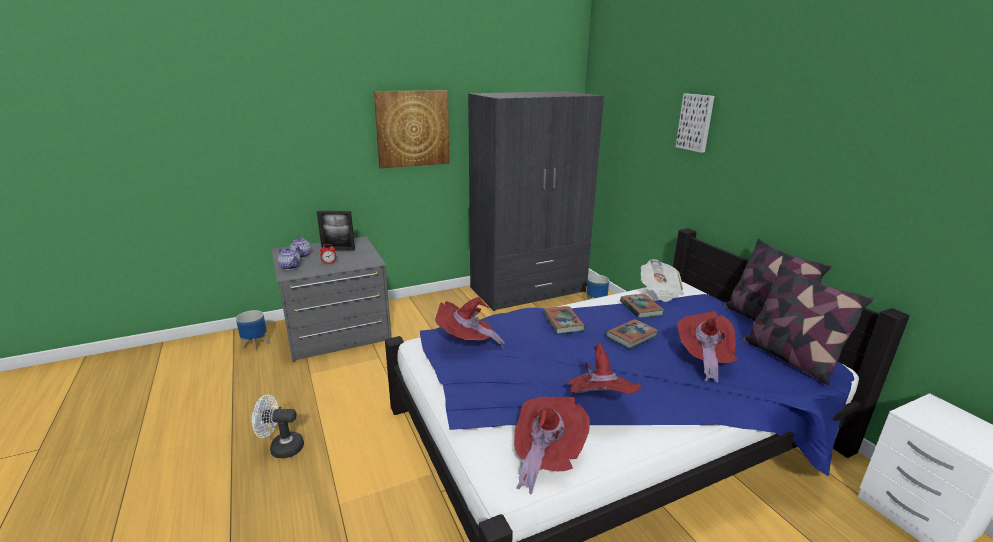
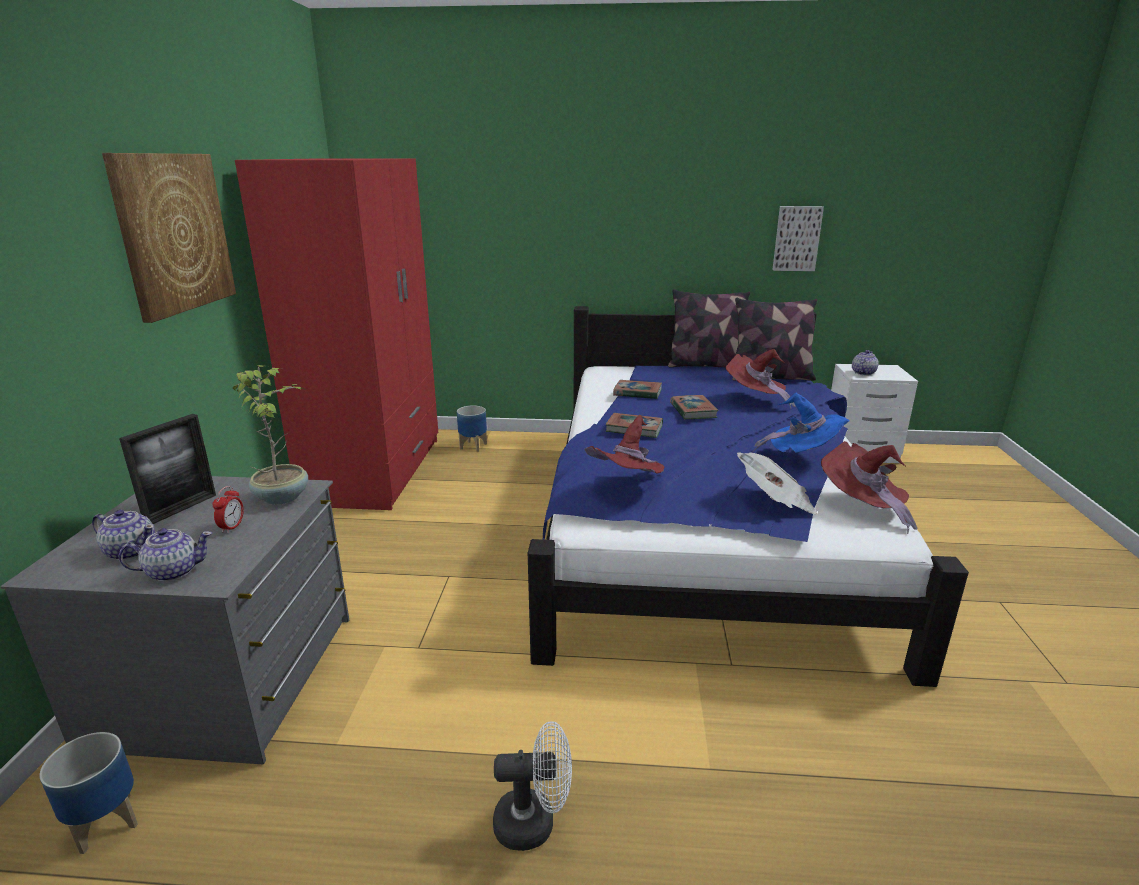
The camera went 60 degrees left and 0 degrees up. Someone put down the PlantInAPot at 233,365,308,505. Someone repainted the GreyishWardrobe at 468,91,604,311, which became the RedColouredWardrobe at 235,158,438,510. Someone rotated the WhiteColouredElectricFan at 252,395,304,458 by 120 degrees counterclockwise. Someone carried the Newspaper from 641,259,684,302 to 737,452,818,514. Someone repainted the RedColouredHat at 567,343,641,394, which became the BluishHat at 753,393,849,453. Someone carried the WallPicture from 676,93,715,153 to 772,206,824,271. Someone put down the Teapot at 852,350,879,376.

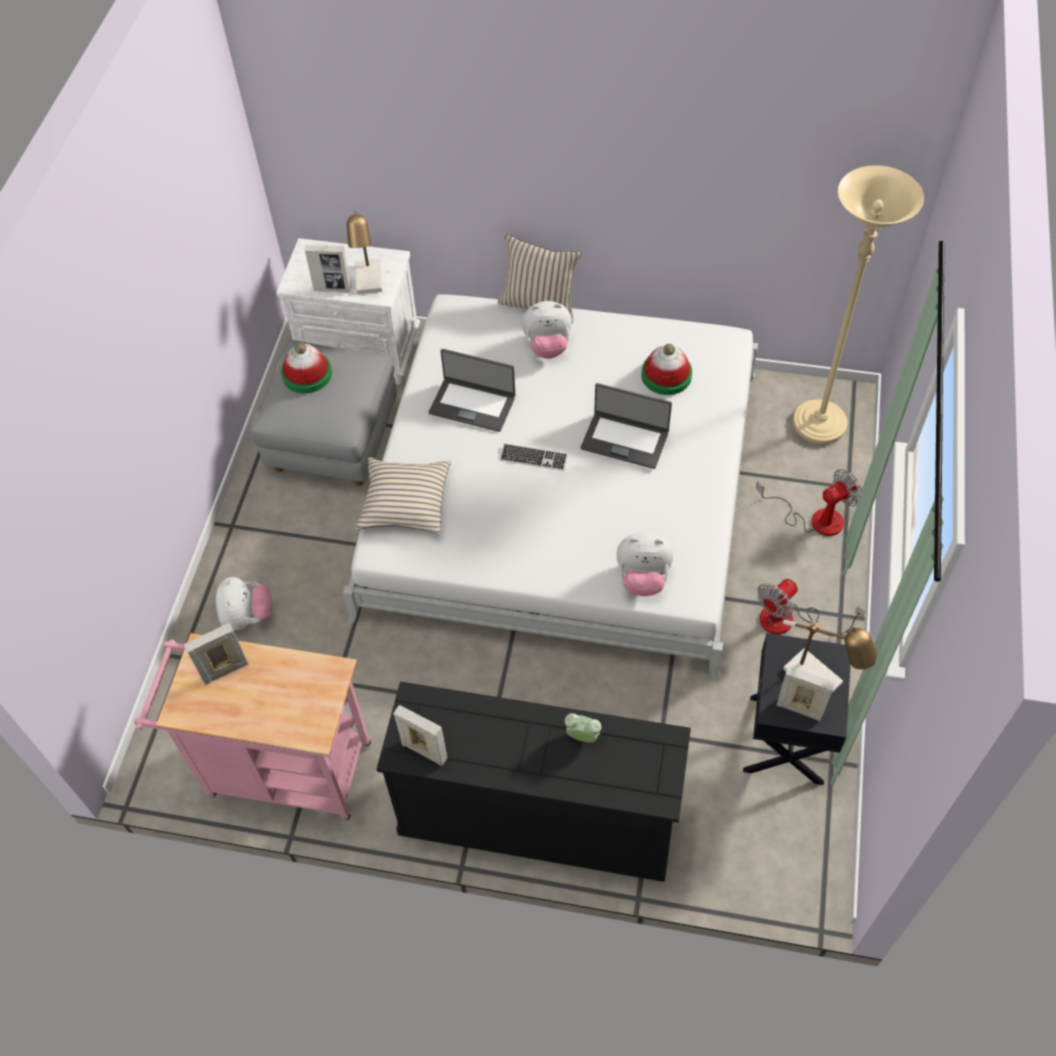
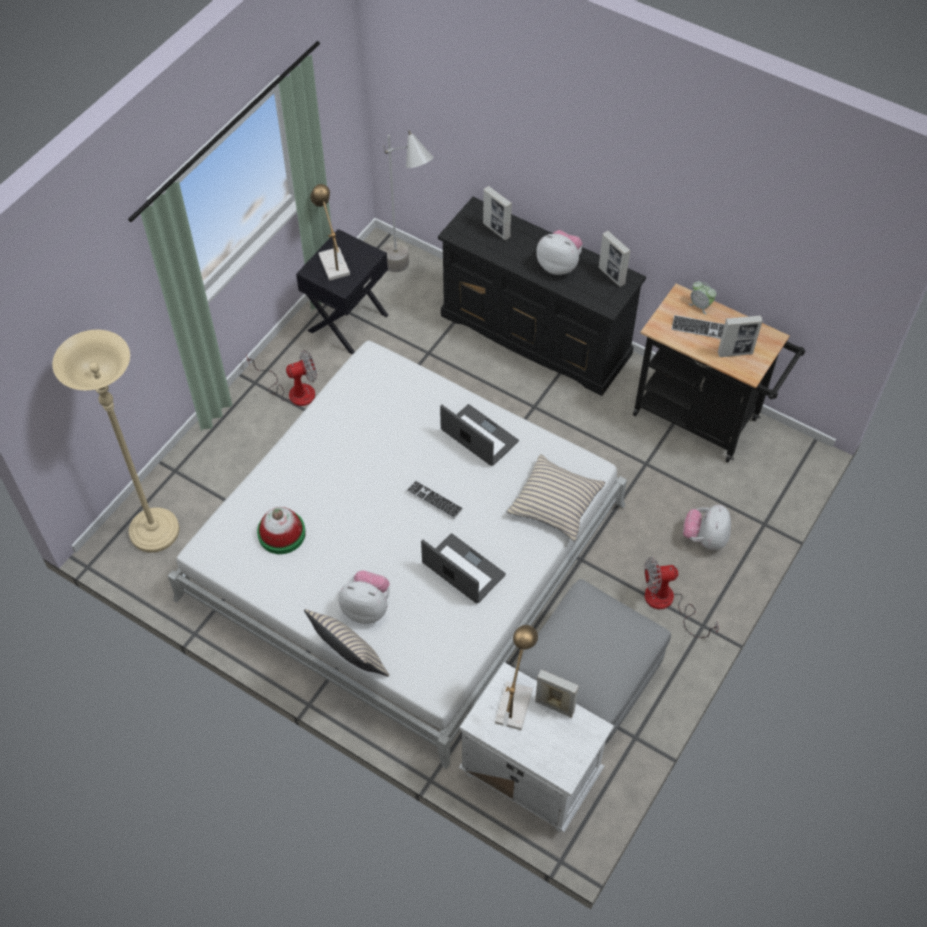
The camera went 160 degrees left and 0 degrees up. Someone put down the GreyishStandingLamp at 383,130,433,272. Someone carried the NotebookComputer from 581,383,672,469 to 440,404,519,466. Someone carried the PhotoFrame from 777,666,835,721 to 483,186,512,240. Someone carried the CuddlyToy from 616,532,673,596 to 536,230,583,275. Someone repainted the PinkWheeledCart at 134,633,371,821, which became the BlackColouredWheeledCart at 633,283,805,462. Someone carried the ElectricFan from 756,469,862,536 to 644,557,719,638. Someone put down the PcKeyboard at 671,315,725,339. Someone carried the AlarmClock from 565,713,601,743 to 689,281,716,315. Someone took away the Hat at 281,343,332,393.

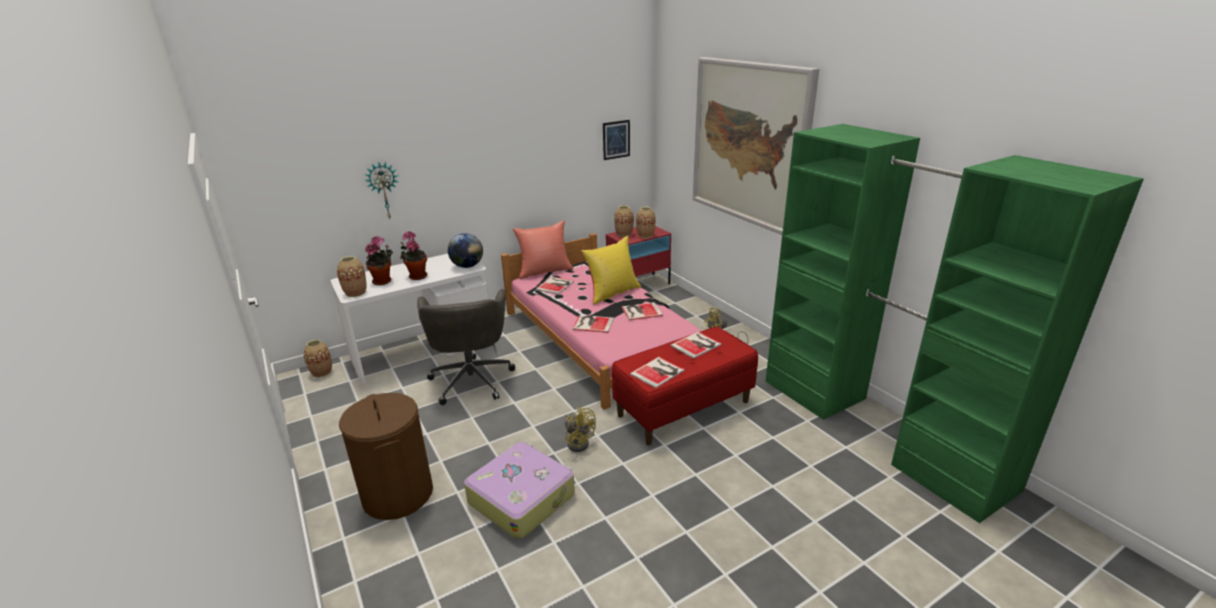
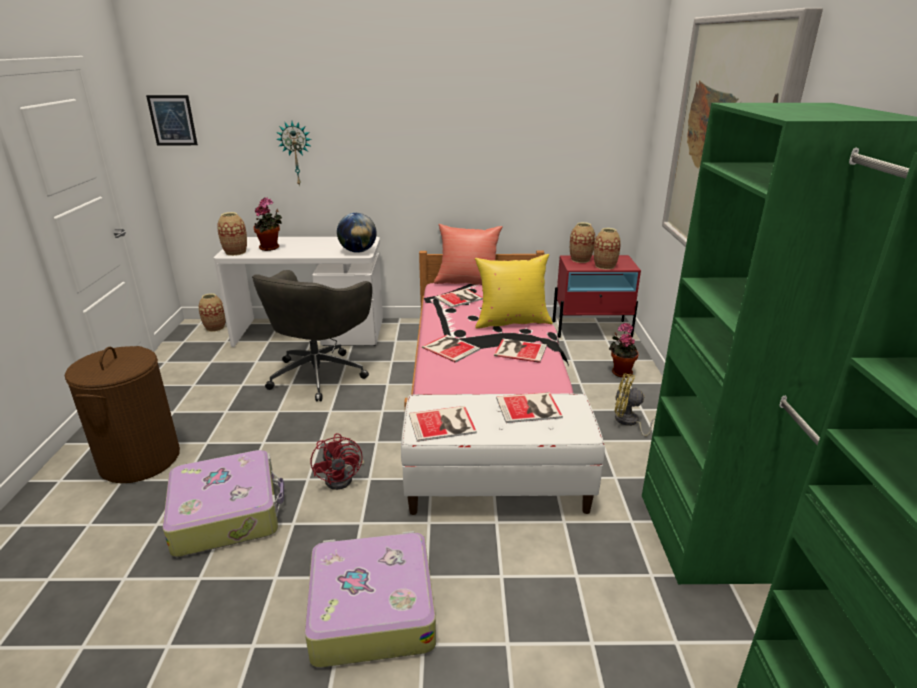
The camera went 30 degrees right and 0 degrees up. Someone carried the WallPicture from 603,120,630,160 to 146,95,198,145. Someone put down the TravelCase at 305,531,436,668. Someone repainted the YellowishElectricFan at 565,407,596,452, which became the RedColouredElectricFan at 310,433,364,490. Someone repainted the RedColouredLongSeat at 612,327,758,445, which became the WhiteColouredLongSeat at 401,393,605,515. Someone carried the PlantInAPot from 400,231,427,280 to 609,323,638,378.

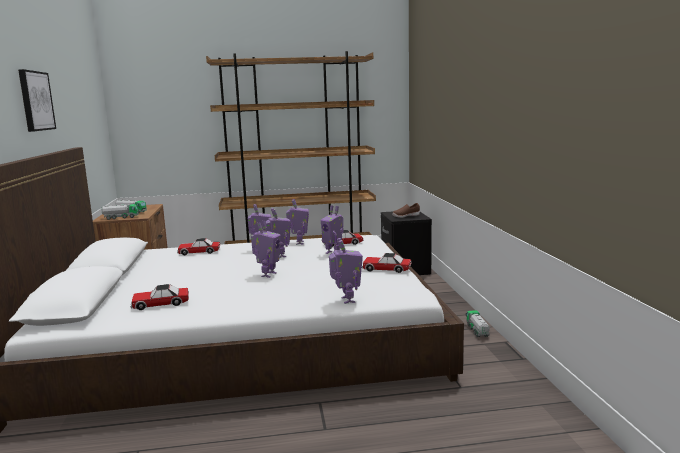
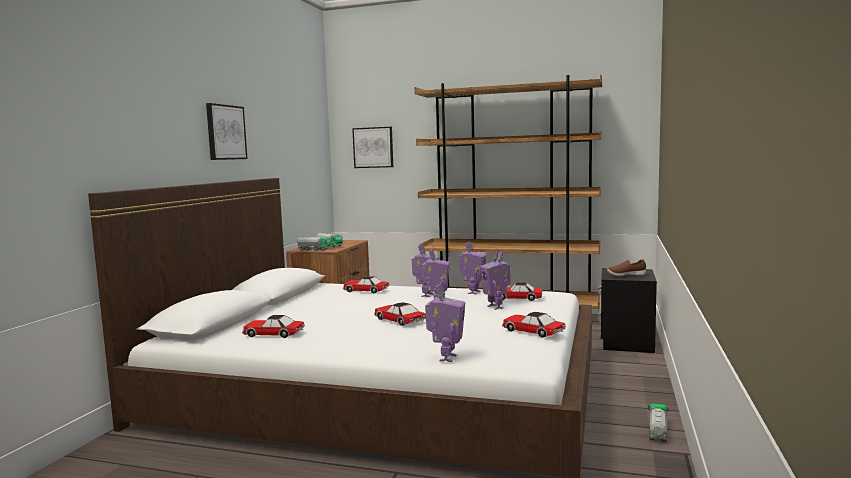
The camera went 25 degrees right and 5 degrees down. Someone put up the WallPicture at 352,127,393,168. Someone swapped the ToyRobot at 251,221,281,278 for the ToyCar at 374,302,426,326.

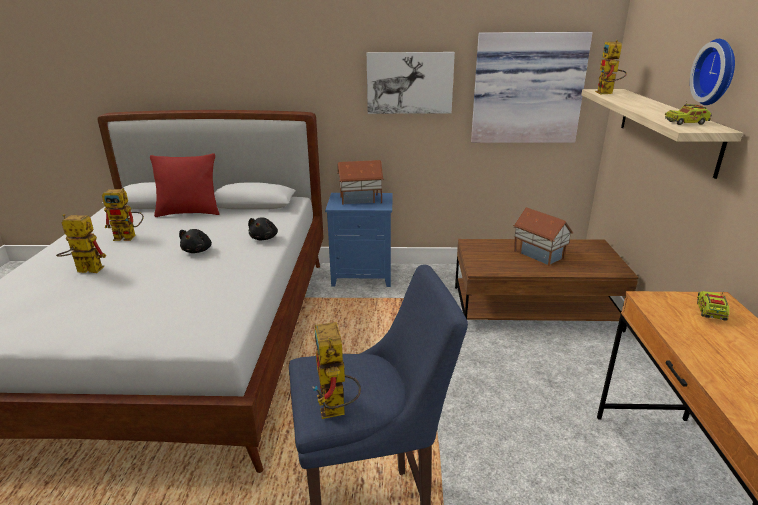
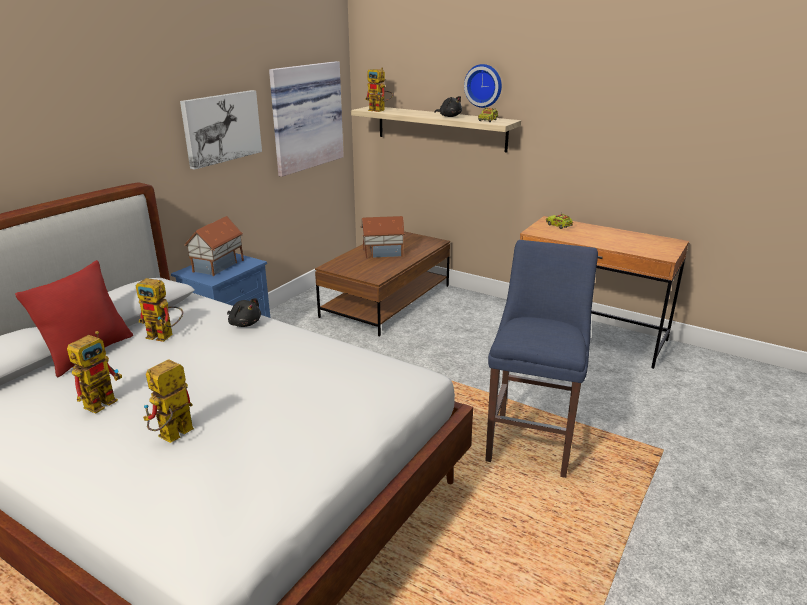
The camera went 60 degrees left and 0 degrees up. Someone carried the ToyRobot from 312,322,361,419 to 136,278,183,342. Someone carried the BlackColouredCuddlyToy from 179,229,212,253 to 434,96,462,117.

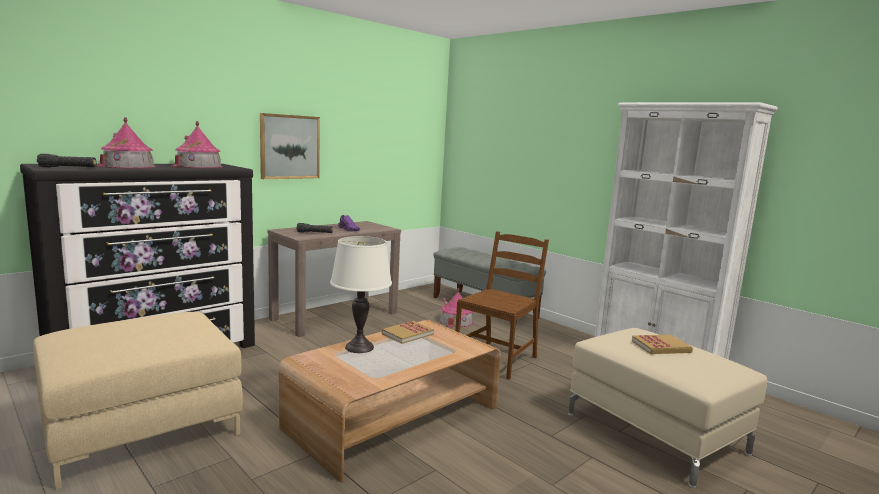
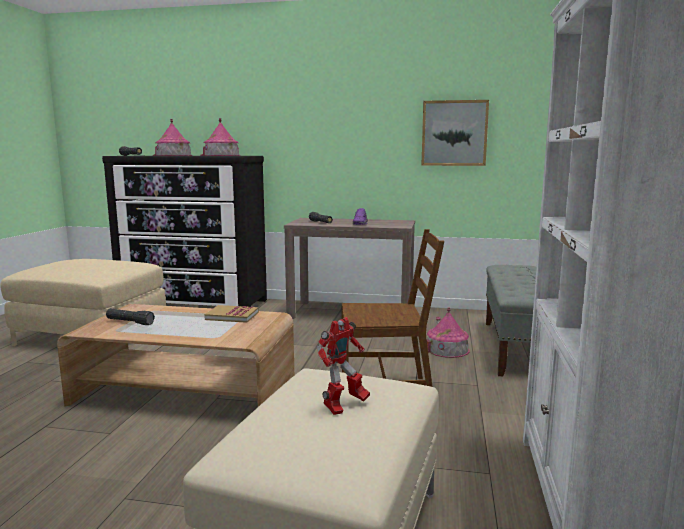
The camera went 55 degrees right and 0 degrees up. Someone put down the BlackColouredFlashlight at 106,308,155,325. Someone swapped the Book at 632,335,693,354 for the ToyRobot at 317,317,370,415. Someone carried the WallPicture from 260,113,320,179 to 421,100,489,166. Someone took away the WhiteColouredLampForATable at 330,236,392,353.

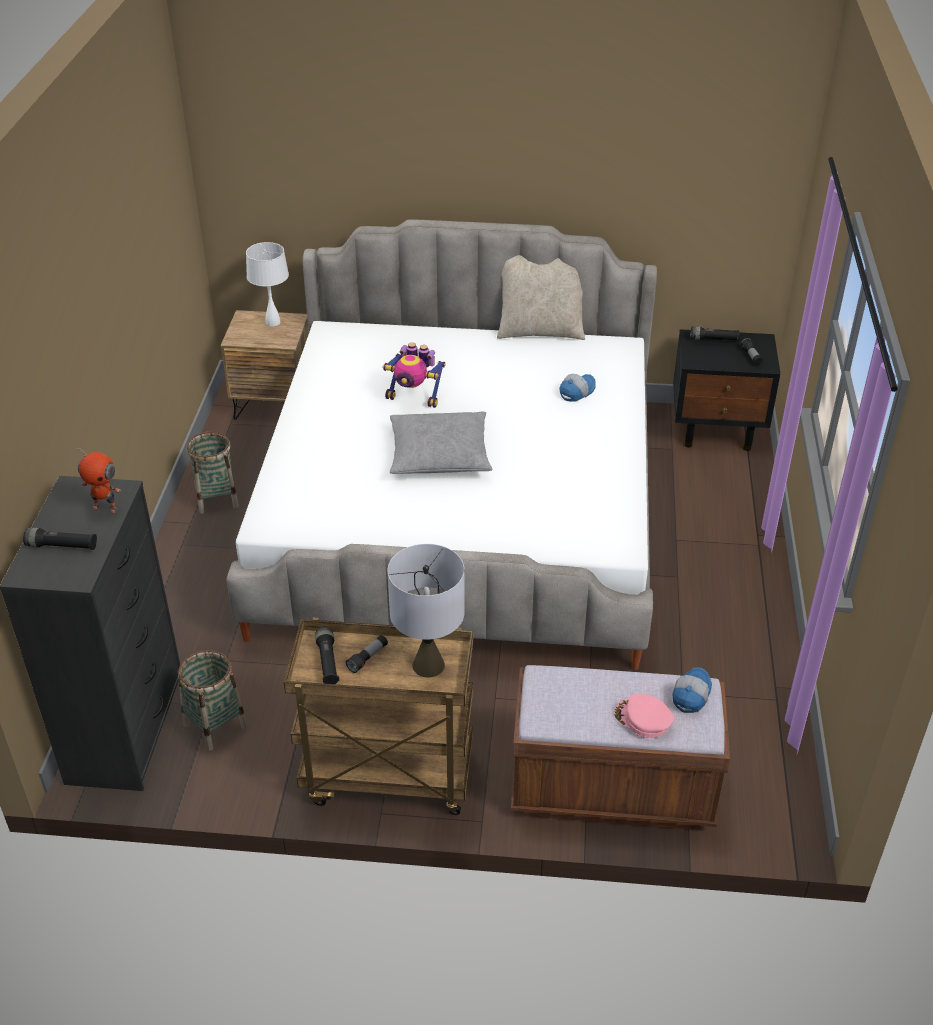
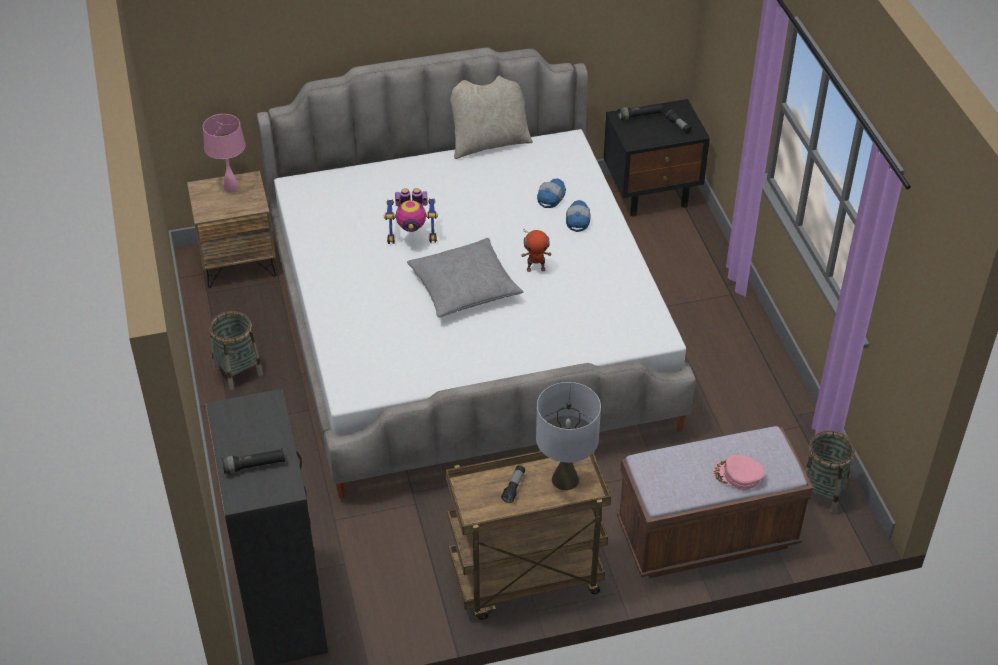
The camera went 20 degrees left and 5 degrees up. Someone repainted the WhiteColouredLampForATable at 246,242,289,326, which became the PinkLampForATable at 203,114,246,192. Someone carried the ToyRobot from 77,447,121,513 to 521,230,551,272. Someone carried the BaseballCap from 673,668,712,713 to 566,200,590,232. Someone carried the Basket from 178,650,247,751 to 805,431,855,514. Someone took away the BlackColouredFlashlight at 315,627,339,684.

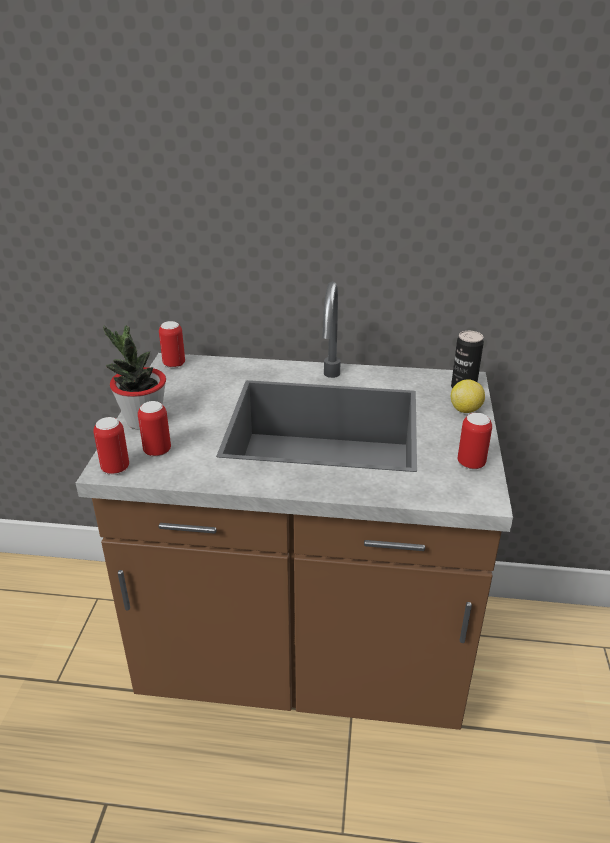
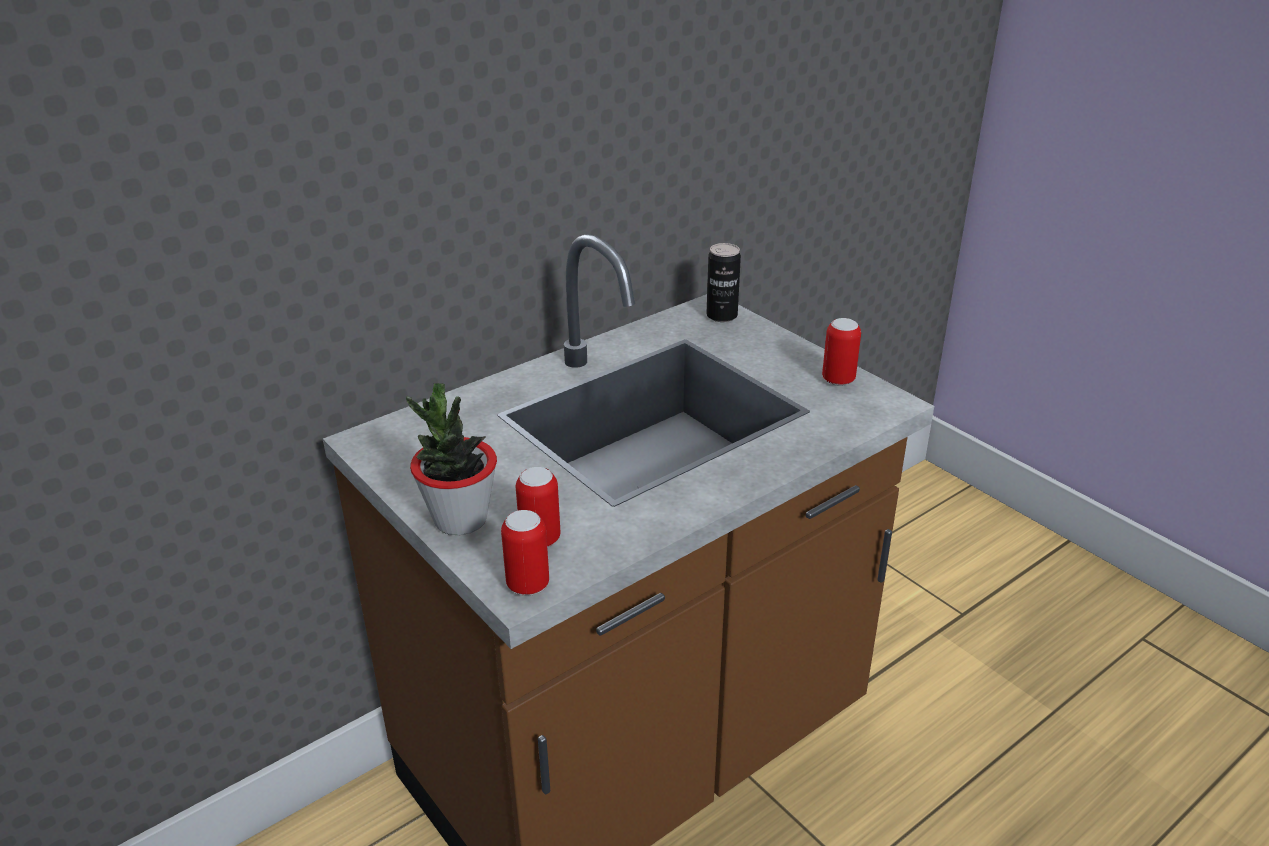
The camera went 45 degrees left and 0 degrees up. Someone took away the Can at 159,321,185,368. Someone took away the Lemon at 451,379,485,413.

